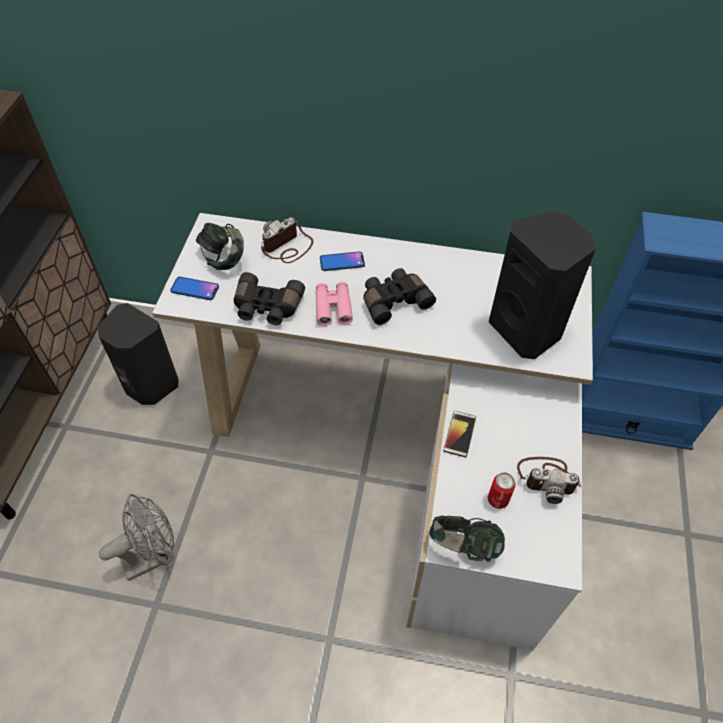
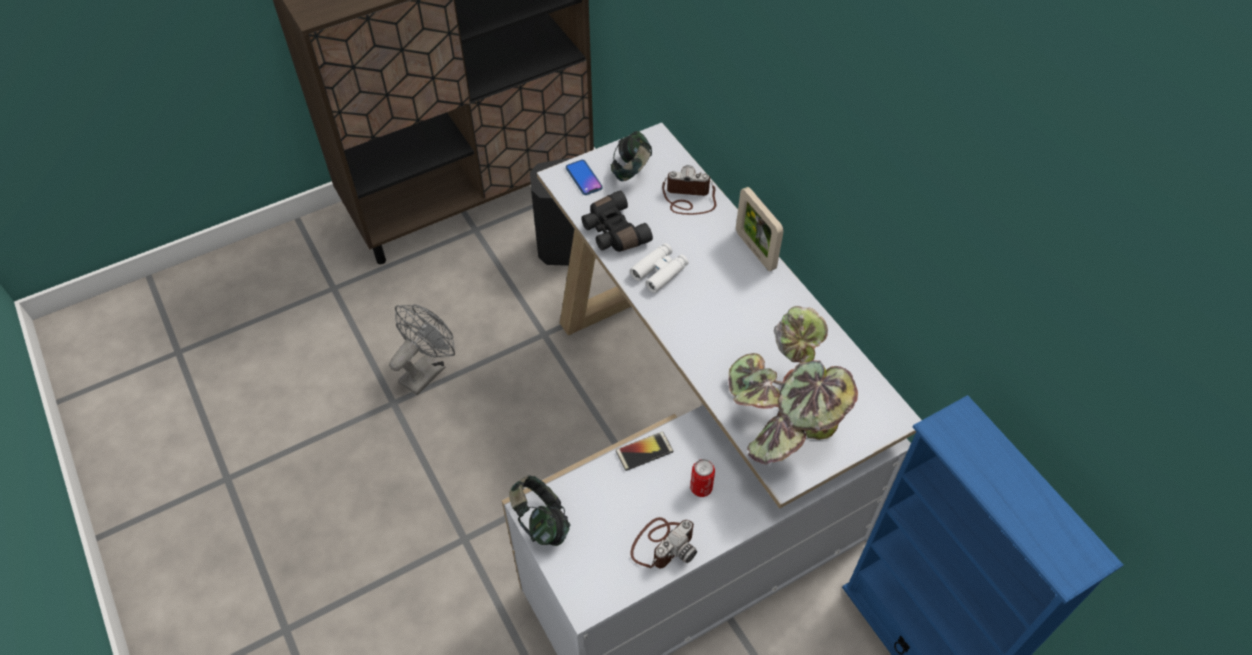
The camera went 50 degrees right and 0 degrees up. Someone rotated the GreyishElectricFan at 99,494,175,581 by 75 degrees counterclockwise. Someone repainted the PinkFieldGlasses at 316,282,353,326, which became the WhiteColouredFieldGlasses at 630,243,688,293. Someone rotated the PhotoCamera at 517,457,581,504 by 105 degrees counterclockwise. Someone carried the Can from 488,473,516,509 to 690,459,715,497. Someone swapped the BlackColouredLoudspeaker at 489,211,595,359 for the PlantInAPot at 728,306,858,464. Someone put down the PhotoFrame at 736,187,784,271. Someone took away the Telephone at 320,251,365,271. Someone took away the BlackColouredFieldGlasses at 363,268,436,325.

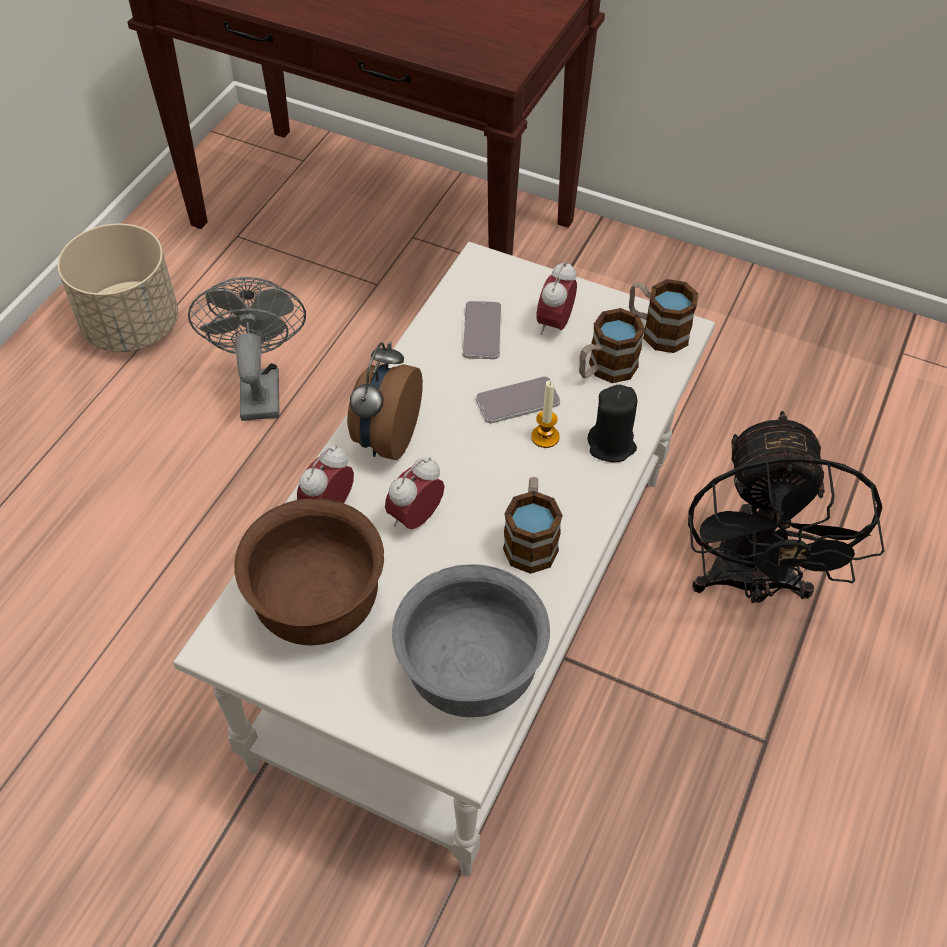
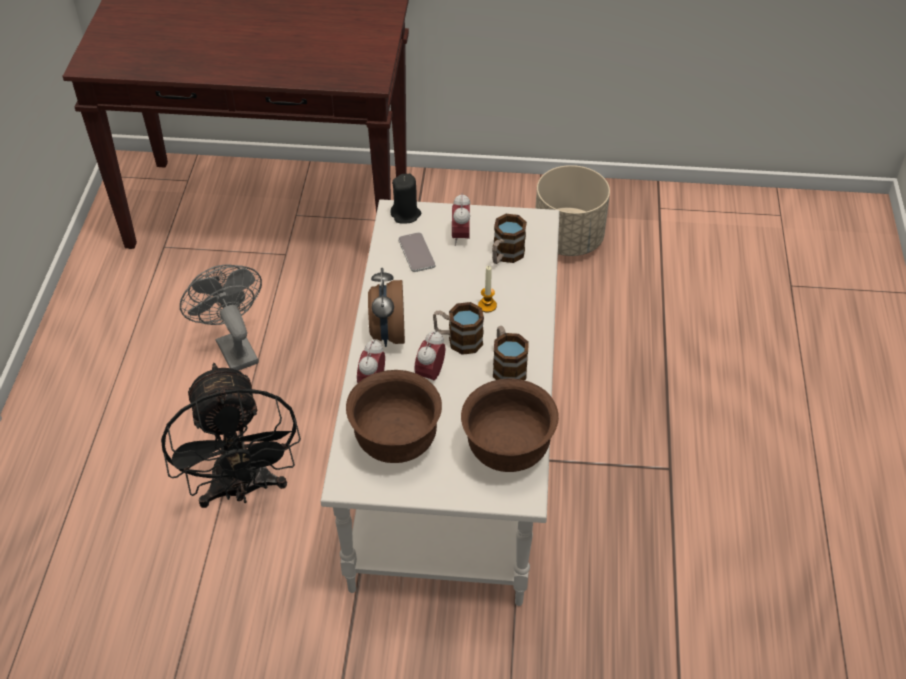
The camera went 20 degrees left and 5 degrees down. Someone carried the BlackColouredElectricFan from 688,411,885,603 to 161,363,301,508. Someone carried the BlackColouredWaxLight from 588,385,637,462 to 390,174,421,223. Someone carried the CoffeeMug from 629,279,698,353 to 433,302,484,355. Someone repainted the GreyishBowl at 392,564,550,717, which became the BrownishBowl at 461,379,559,472. Someone carried the BeigeColouredPlantPot from 57,224,178,352 to 535,165,610,256. Someone took away the Telephone at 476,376,560,423.

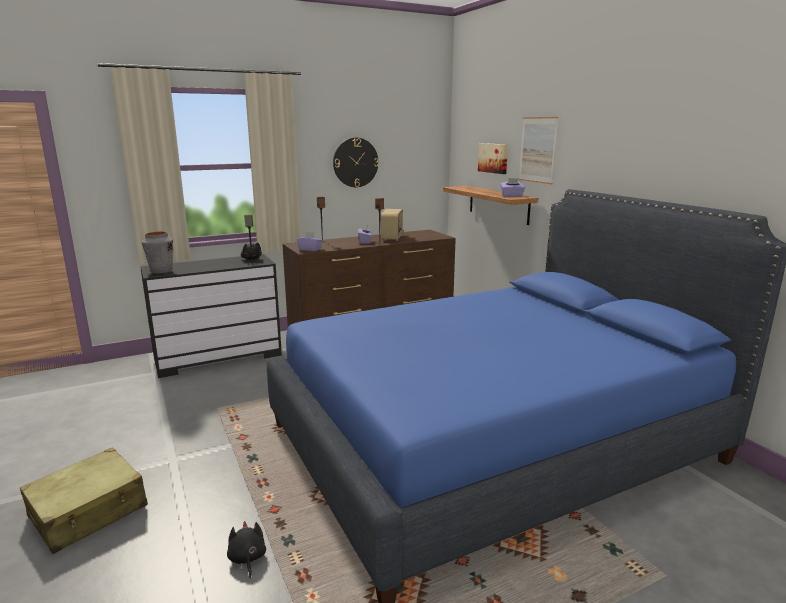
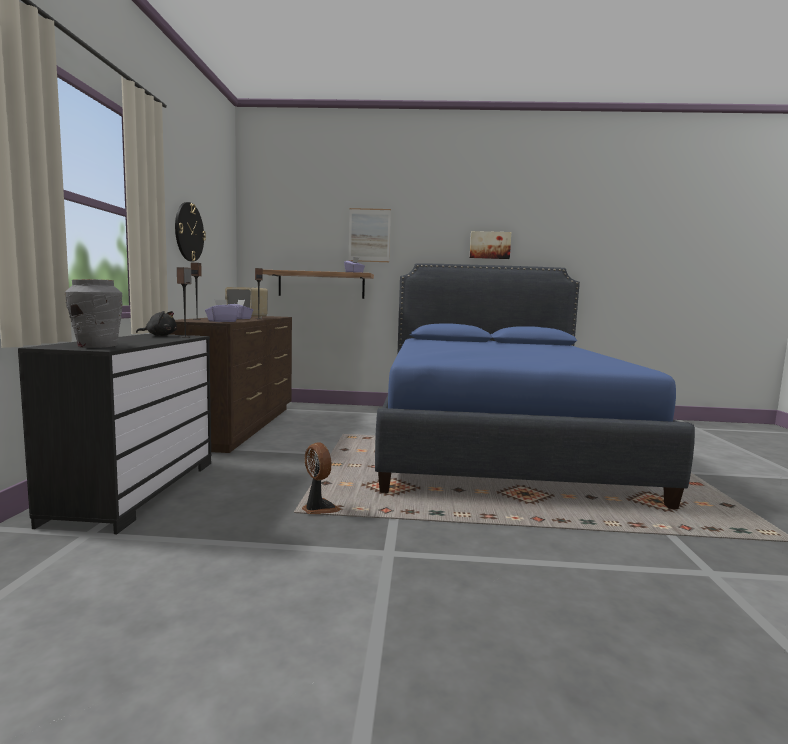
The camera went 60 degrees left and 10 degrees down. Someone put down the ElectricFan at 302,442,341,514. Someone carried the WallPicture from 478,143,508,174 to 470,231,511,259. Someone took away the BeigeColouredTravelCase at 20,447,148,554. Someone took away the BlackColouredCuddlyToy at 227,521,266,578.

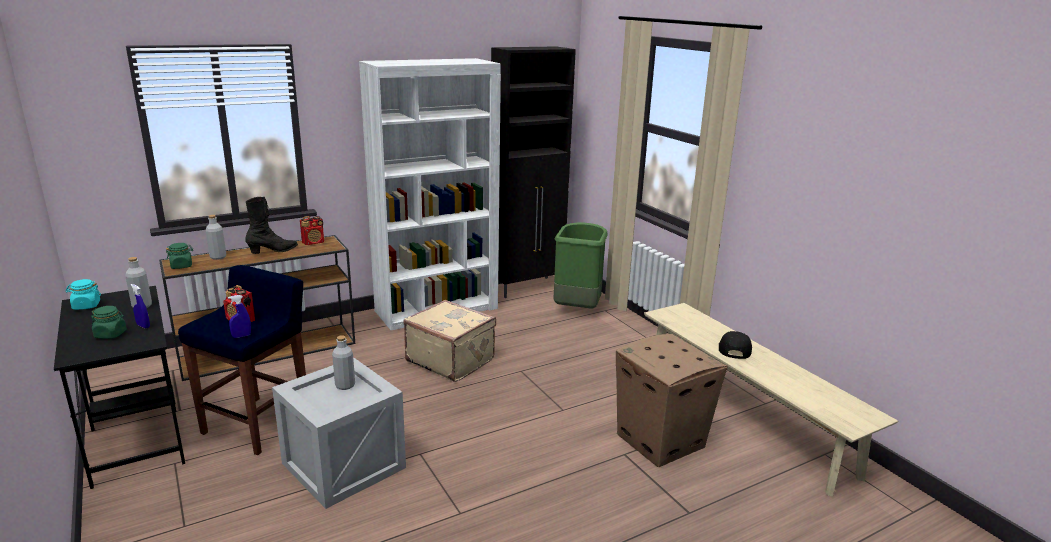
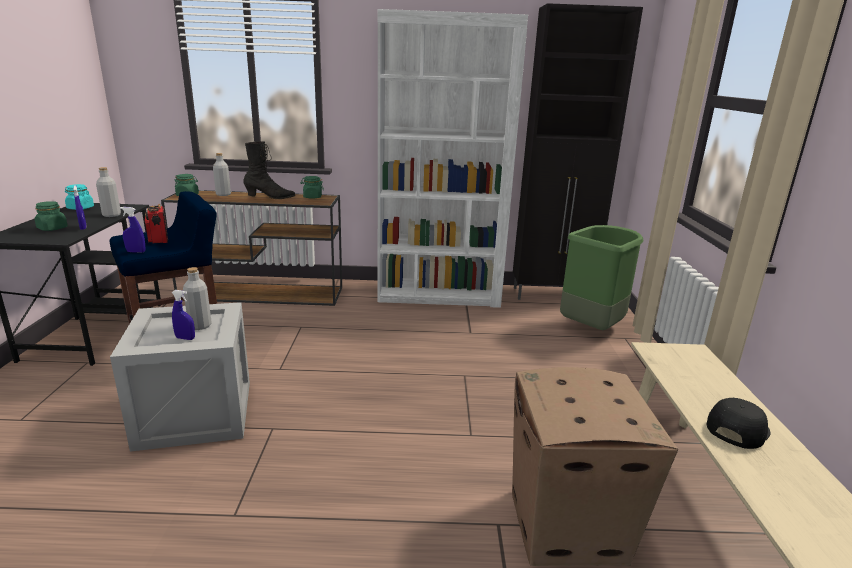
The camera went 30 degrees right and 0 degrees up. Someone put down the BluishSprayBottle at 172,290,195,340. Someone swapped the RadioSet at 300,216,324,245 for the GreenJar at 300,176,324,199. Someone took away the BeigeColouredTravelCase at 403,300,496,382.

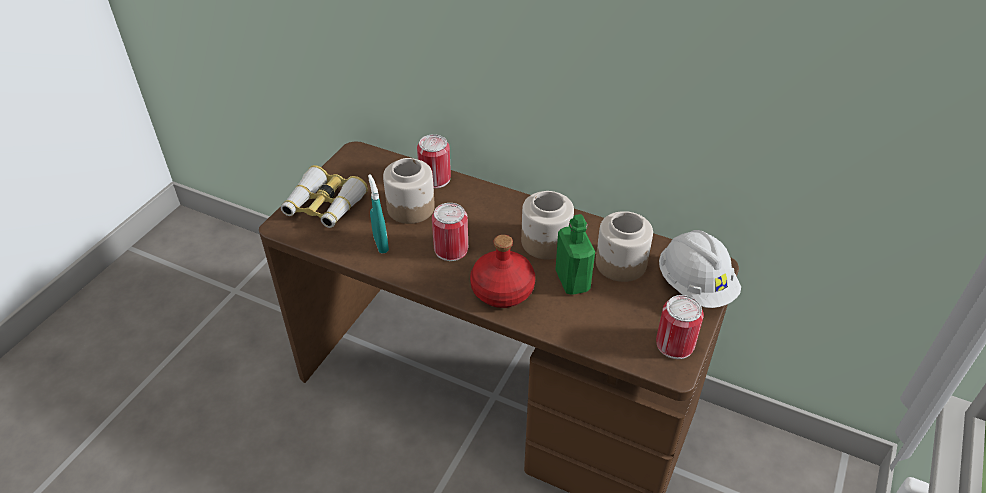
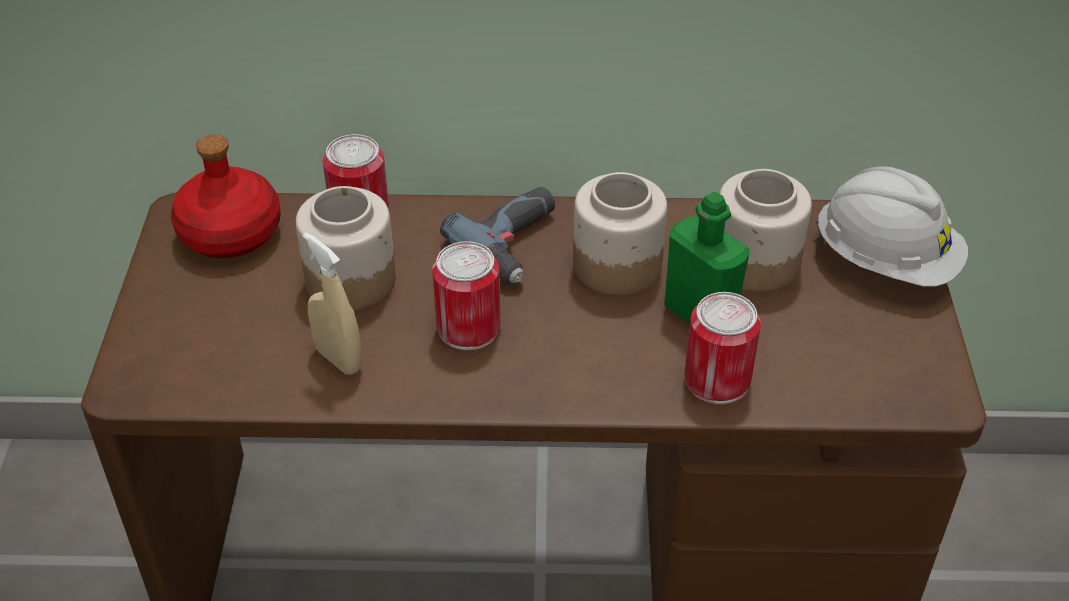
The camera went 25 degrees left and 0 degrees up. Someone carried the RedColouredBeverageBottle from 470,235,535,308 to 171,135,281,258. Someone repainted the TurquoiseSprayBottle at 368,174,389,253, which became the BeigeColouredSprayBottle at 303,232,362,375. Someone put down the PowerDrill at 440,187,555,284. Someone carried the Can from 656,295,704,359 to 685,292,761,404. Someone took away the FieldGlasses at 281,165,368,228.

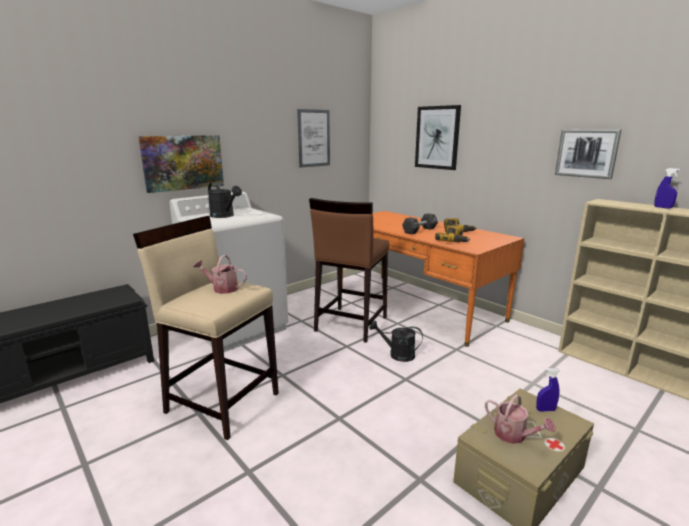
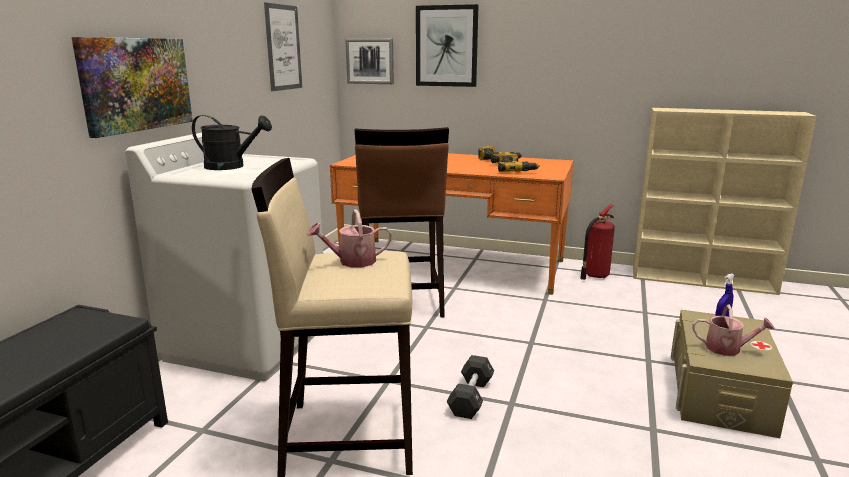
The camera went 30 degrees left and 0 degrees up. Someone carried the WallPicture from 555,129,621,179 to 345,39,394,84. Someone carried the BlackColouredFreeWeight from 402,213,438,234 to 447,355,494,419. Someone put down the FireExtinguisher at 580,205,615,280. Someone took away the BlackColouredWateringPot at 369,321,423,362. Someone took away the BluishSprayBottle at 654,168,681,209.

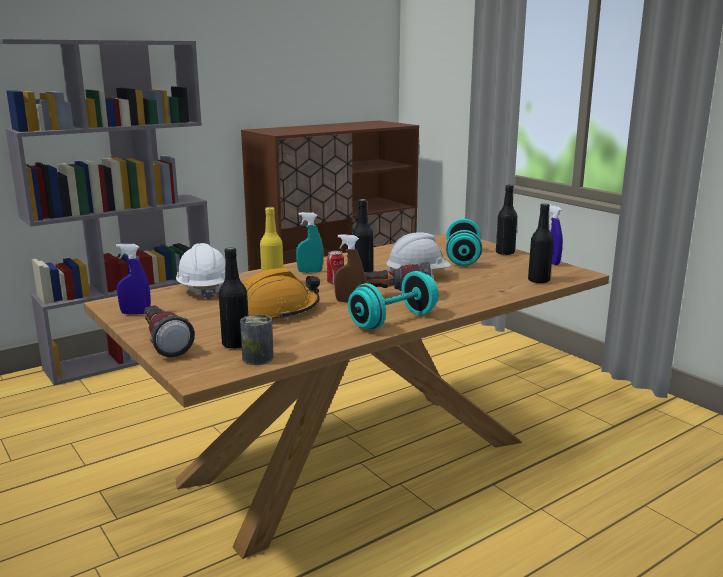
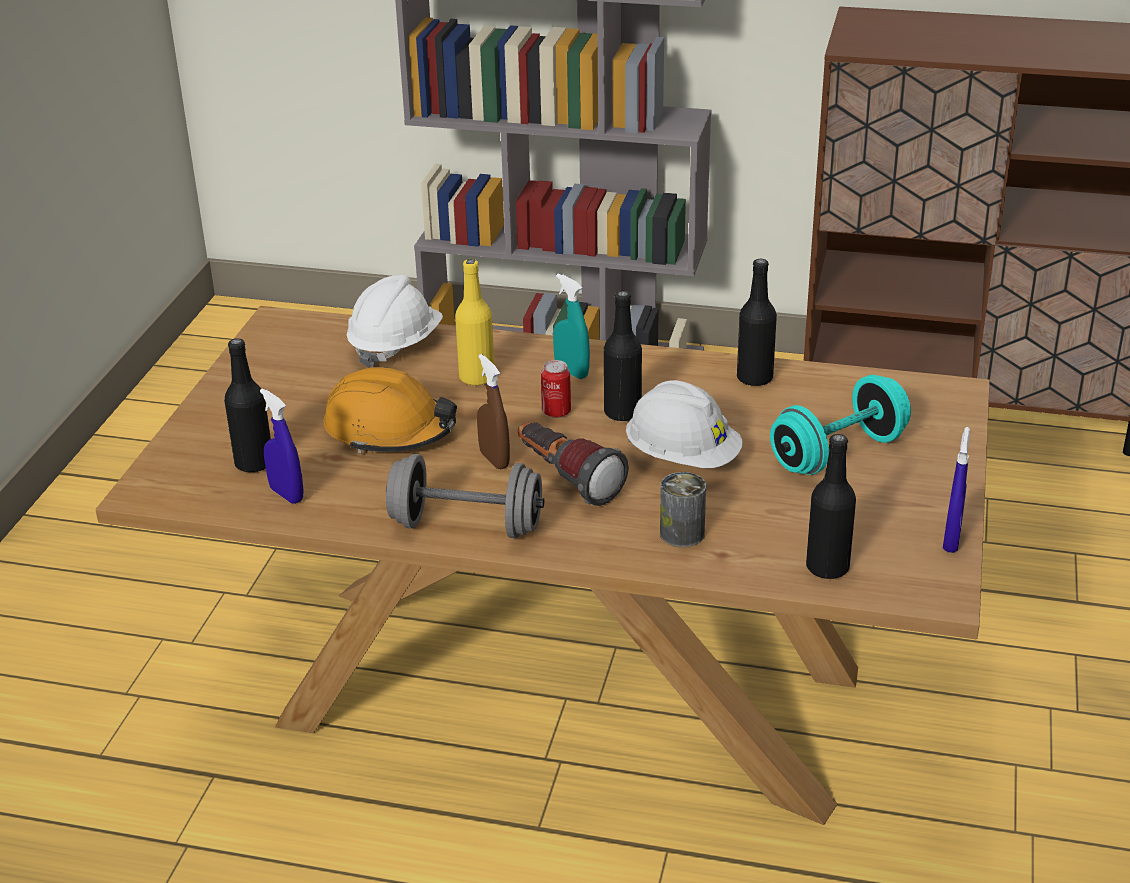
The camera went 50 degrees right and 15 degrees up. Someone carried the BluishSprayBottle from 116,244,151,315 to 260,388,304,504. Someone repainted the TurquoiseFreeWeight at 348,271,439,330, which became the GreyishFreeWeight at 386,454,544,538. Someone carried the Can from 240,314,274,365 to 660,472,706,547. Someone carried the BlackColouredBeverageBottle from 496,185,517,255 to 737,259,777,387. Someone took away the Flashlight at 144,306,195,357.

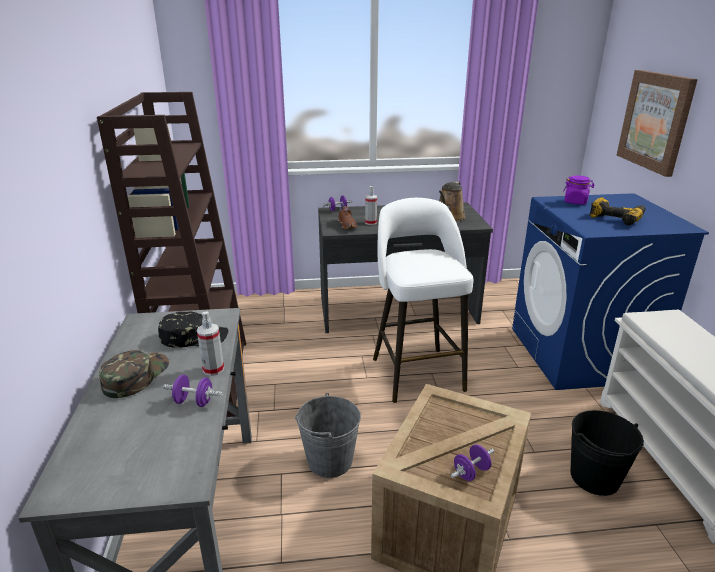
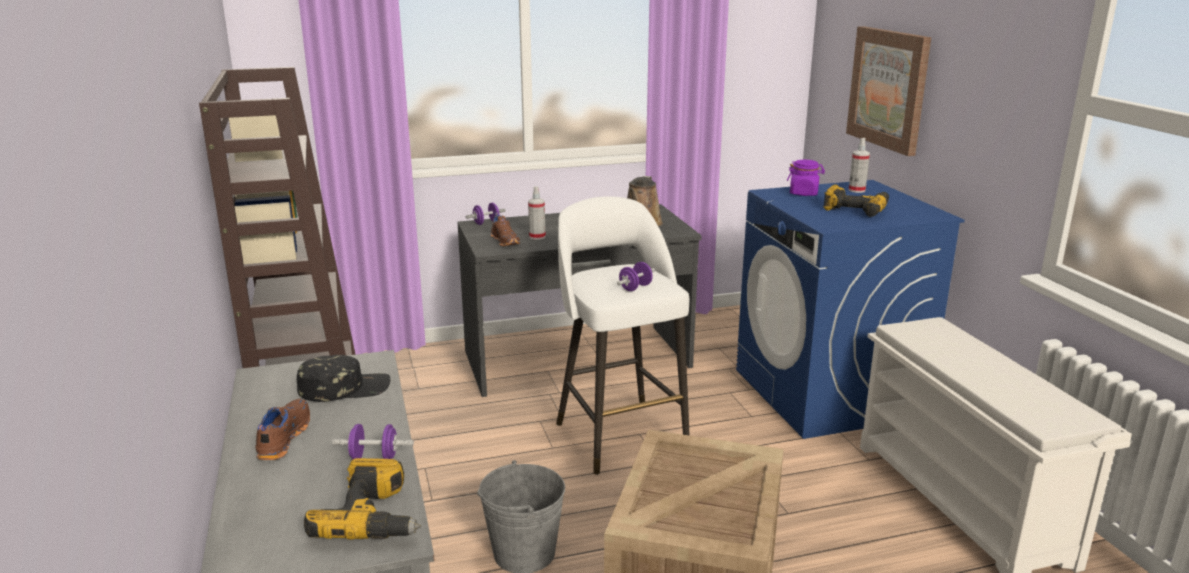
The camera went 10 degrees left and 5 degrees down. Someone swapped the GreenBaseballCap at 99,350,169,398 for the BrownishShoe at 255,399,310,460. Someone put down the PowerDrill at 304,458,421,539. Someone carried the PurplishFreeWeight from 451,444,494,481 to 617,262,655,291. Someone carried the SprayBottle from 197,312,224,376 to 849,138,870,193. Someone took away the BlackColouredPail at 570,410,644,496.

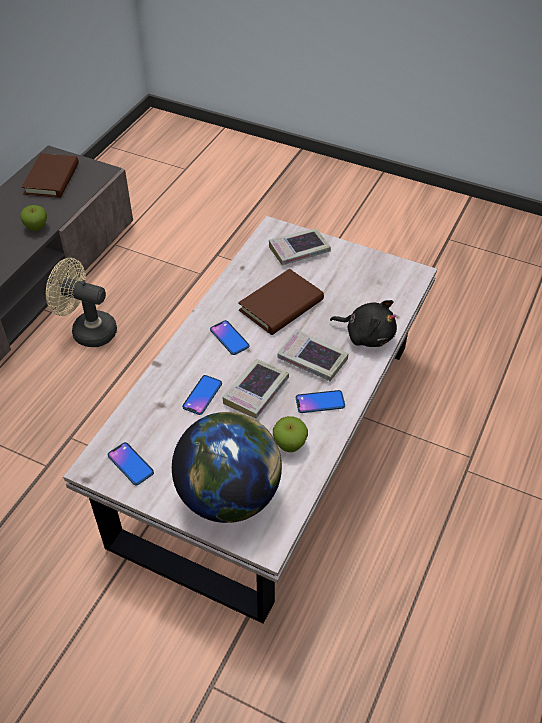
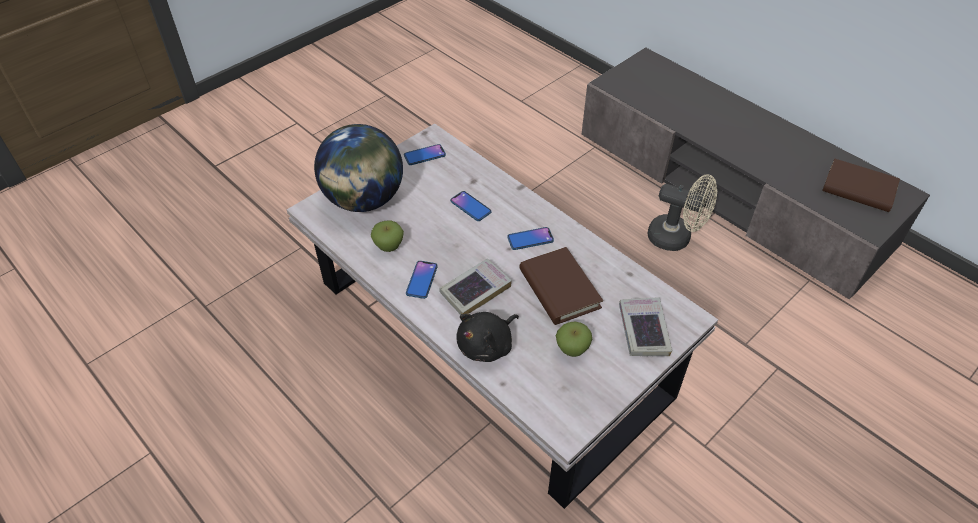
The camera went 110 degrees right and 0 degrees up. Someone carried the Apple from 20,205,47,231 to 556,321,592,357. Someone rotated the BeigeColouredElectricFan at 46,258,117,347 by 75 degrees clockwise. Someone took away the Book at 222,359,289,418.

